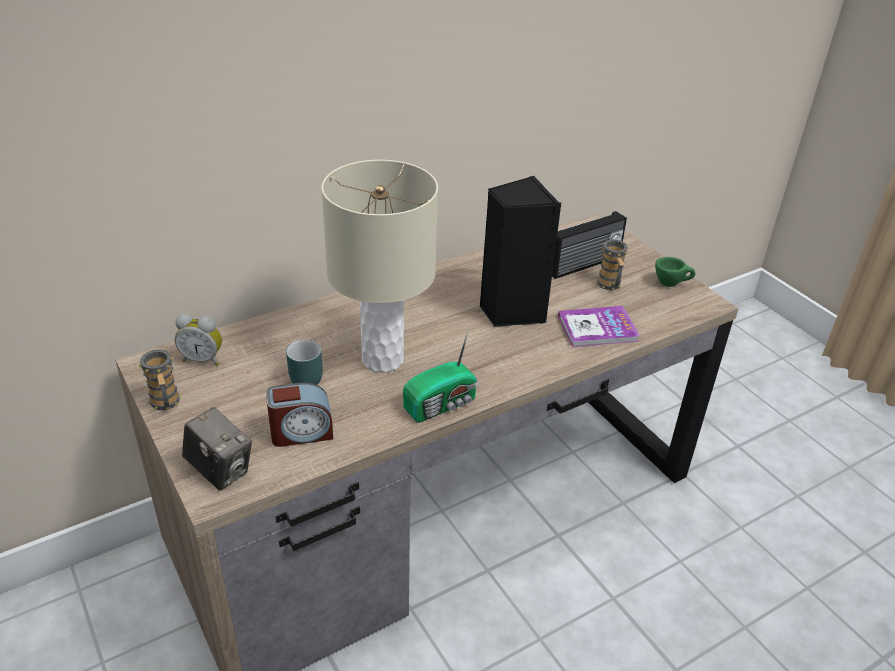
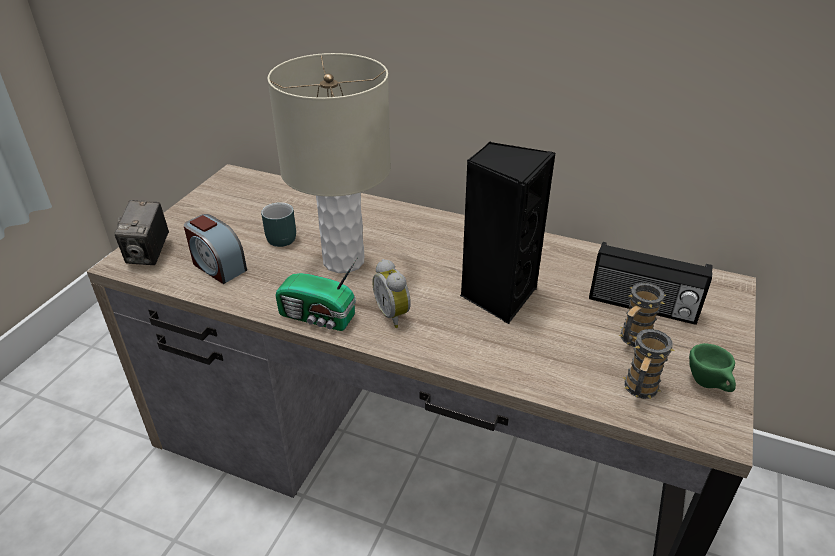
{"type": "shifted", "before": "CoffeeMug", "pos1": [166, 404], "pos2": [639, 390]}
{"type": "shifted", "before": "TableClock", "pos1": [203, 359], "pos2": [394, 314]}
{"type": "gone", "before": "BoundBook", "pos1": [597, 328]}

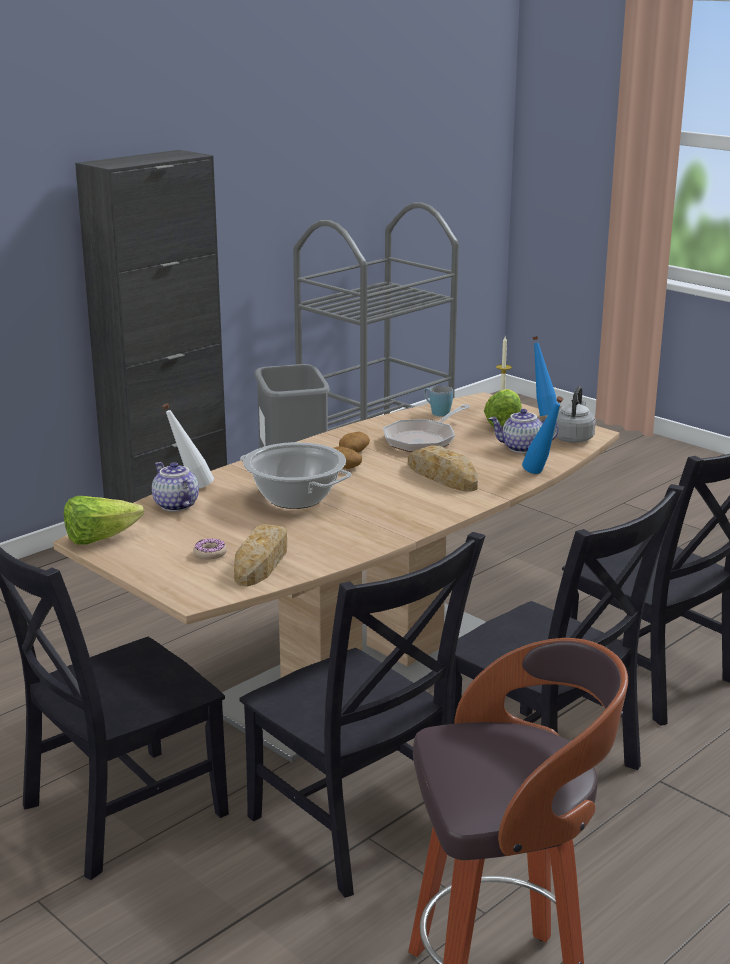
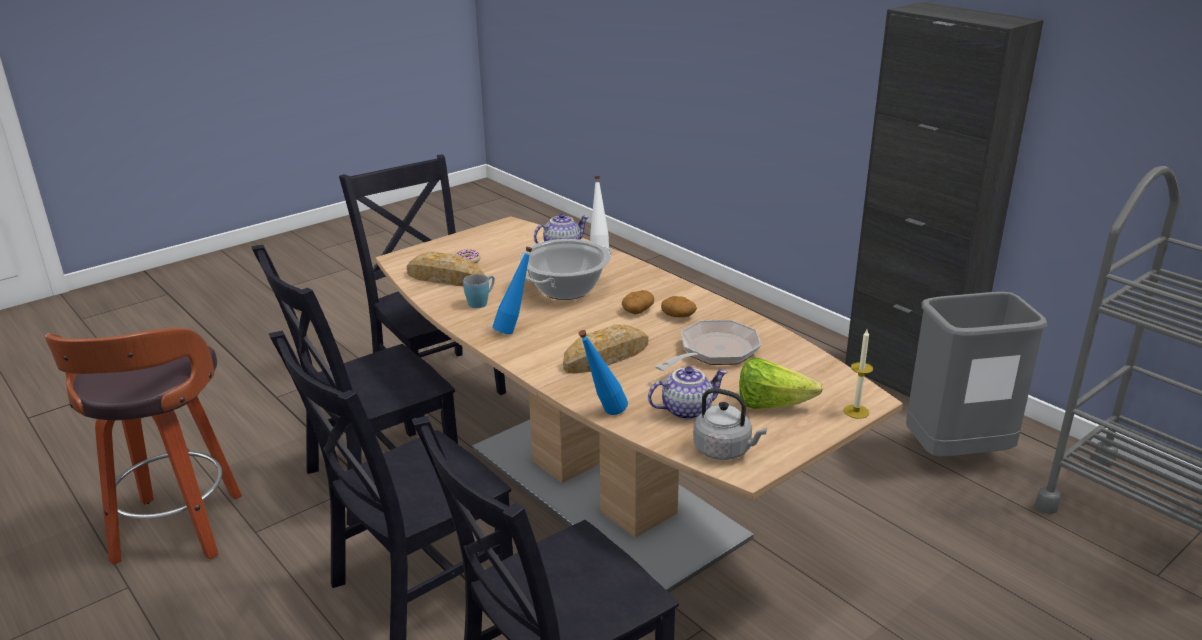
{"type": "gone", "before": "HeadOfLettuce", "pos1": [99, 539]}
{"type": "rotated", "before": "Skillet", "pos1": [423, 439], "pos2": [714, 352], "turn": 90}
{"type": "shifted", "before": "BluishCoffeeMug", "pos1": [436, 412], "pos2": [481, 302]}
{"type": "rotated", "before": "PotForTea", "pos1": [521, 448], "pos2": [687, 409], "turn": 60}
{"type": "shifted", "before": "BluishBeverageBottle", "pos1": [542, 414], "pos2": [514, 330]}

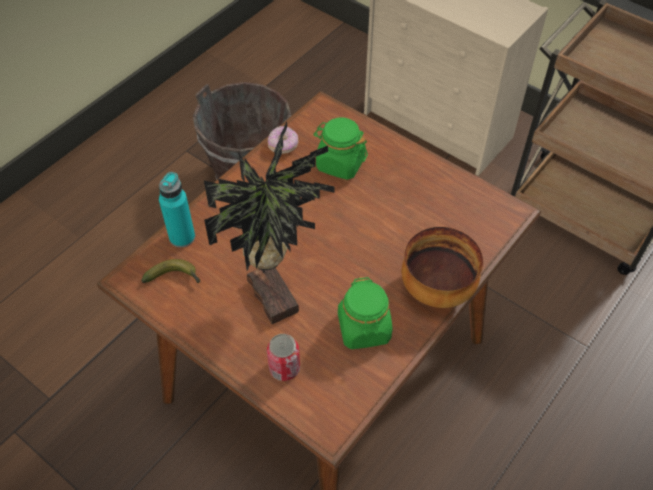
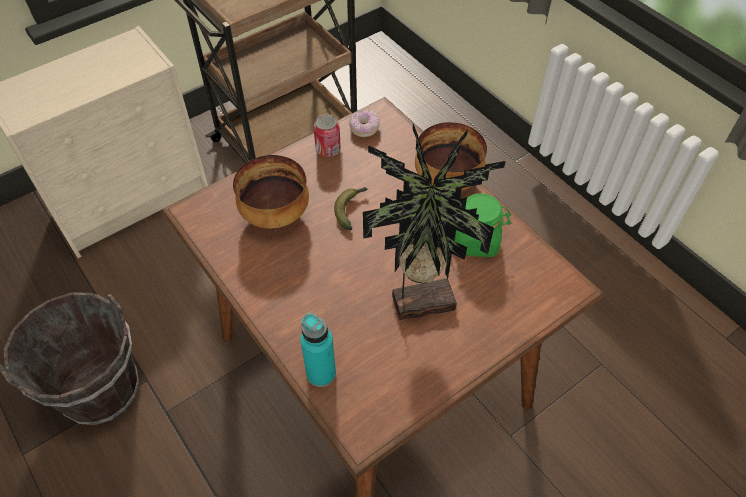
{"type": "shifted", "before": "Banana", "pos1": [175, 277], "pos2": [351, 209]}
{"type": "shifted", "before": "MetalCan", "pos1": [284, 368], "pos2": [328, 149]}
{"type": "shifted", "before": "Doughnut", "pos1": [283, 145], "pos2": [364, 128]}
{"type": "swapped", "before": "GreenColouredPreserveJar", "after": "DeepDish", "pos1": [340, 163], "pos2": [275, 214]}

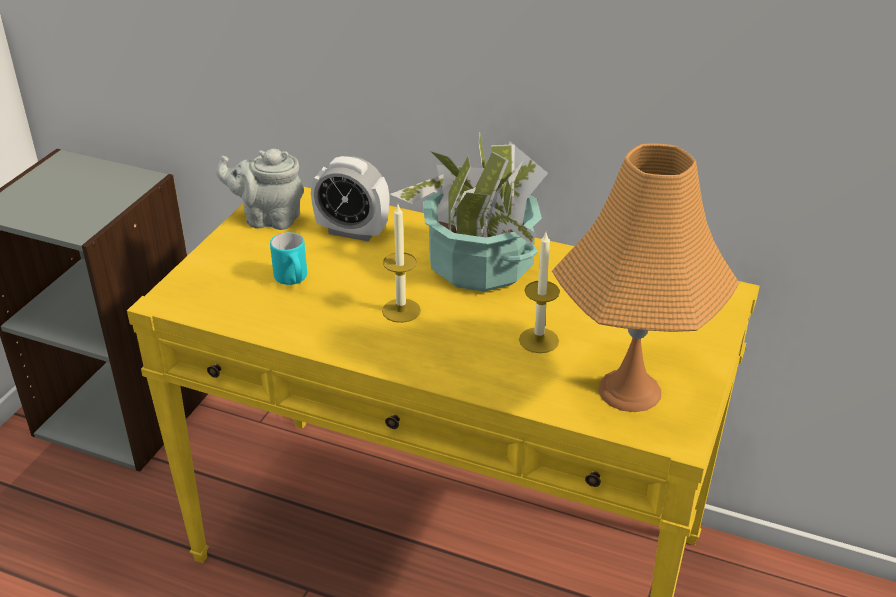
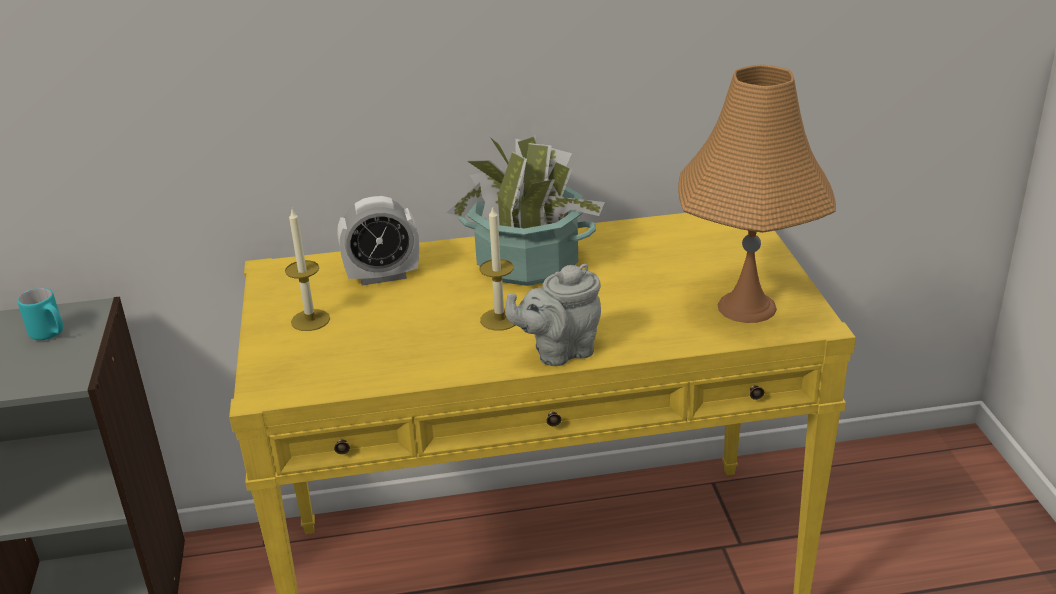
{"type": "shifted", "before": "GreyishPotForTea", "pos1": [268, 218], "pos2": [559, 351]}
{"type": "shifted", "before": "BlueGreenCoffeeMug", "pos1": [293, 280], "pos2": [50, 334]}
{"type": "shifted", "before": "WaxCandle", "pos1": [538, 340], "pos2": [310, 320]}

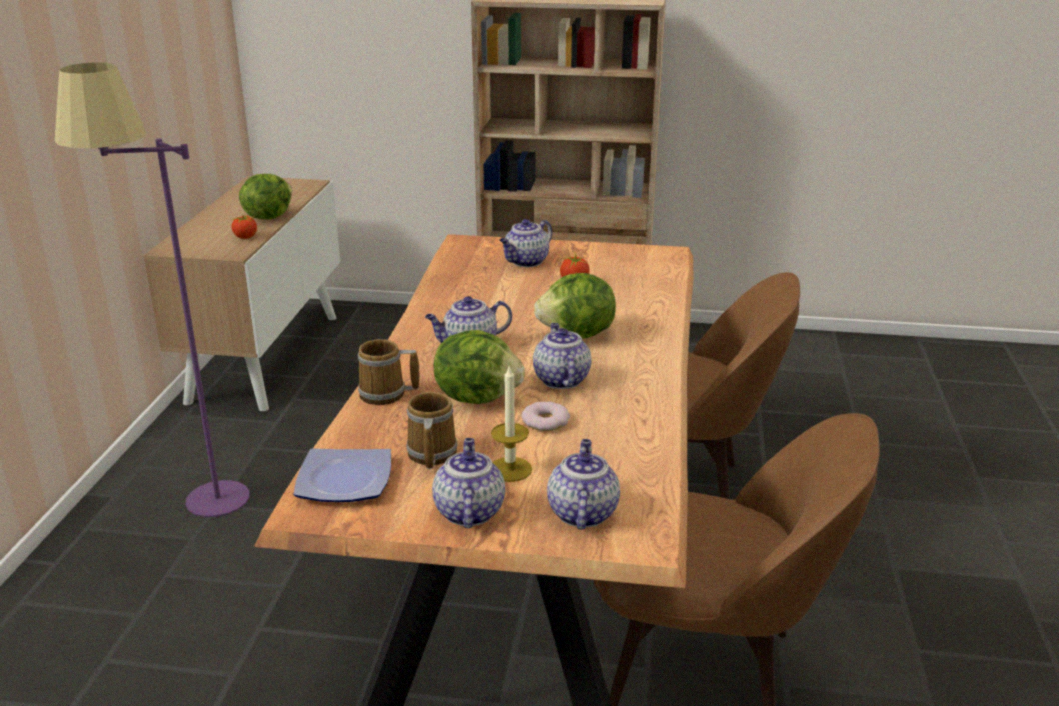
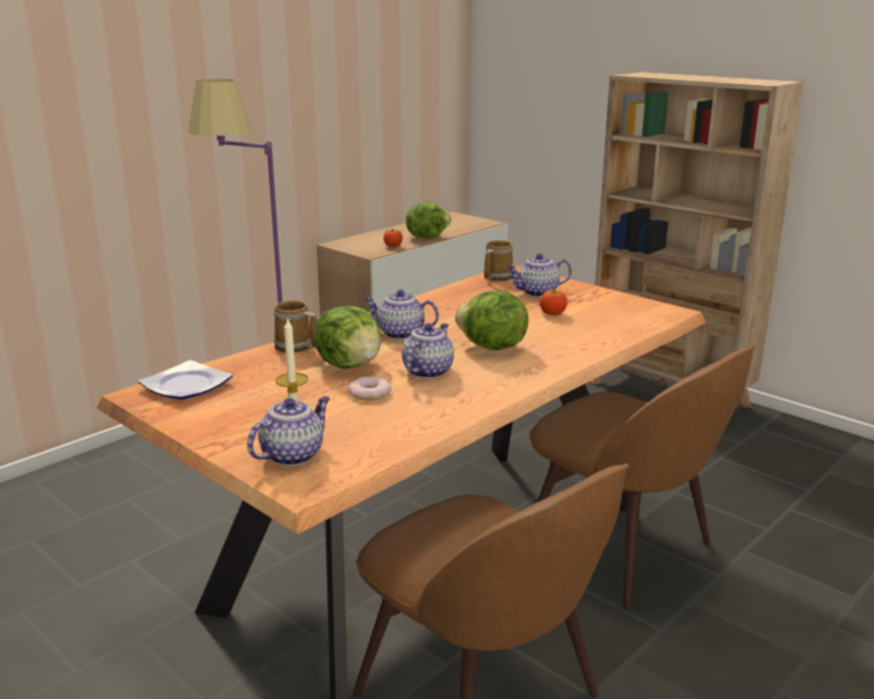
{"type": "shifted", "before": "CoffeeMug", "pos1": [430, 454], "pos2": [496, 277]}
{"type": "gone", "before": "PotForTea", "pos1": [468, 511]}

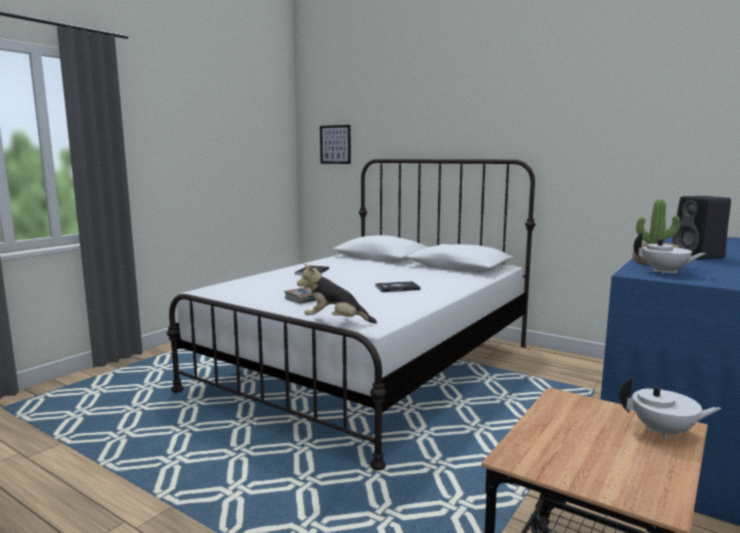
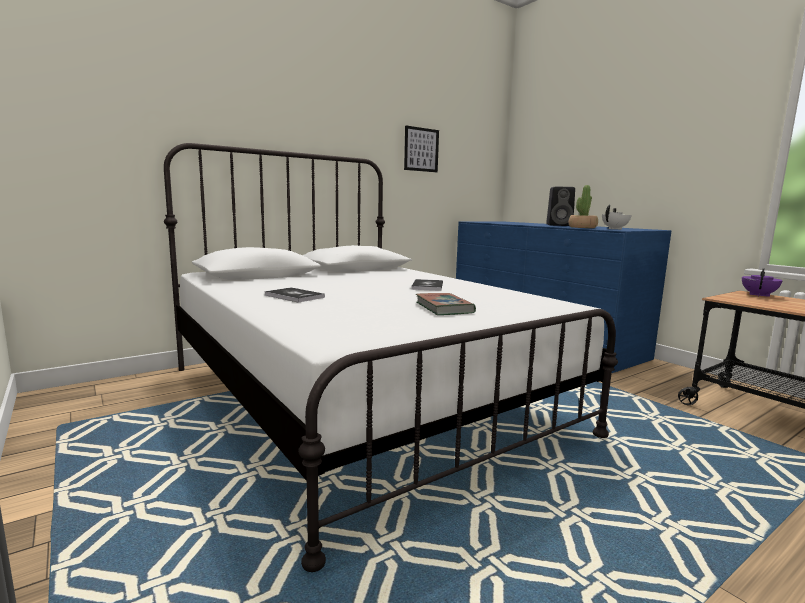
{"type": "gone", "before": "CuddlyToy", "pos1": [335, 321]}
{"type": "shifted", "before": "Picture", "pos1": [335, 144], "pos2": [421, 149]}
{"type": "repainted", "before": "WhitishPotForTea", "after": "PurpleColouredPotForTea", "pos1": [664, 432], "pos2": [759, 295]}

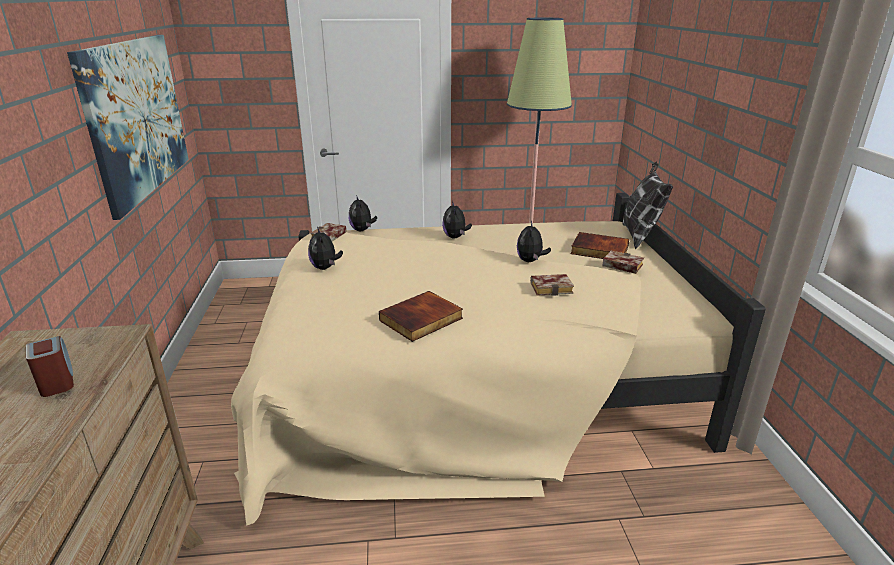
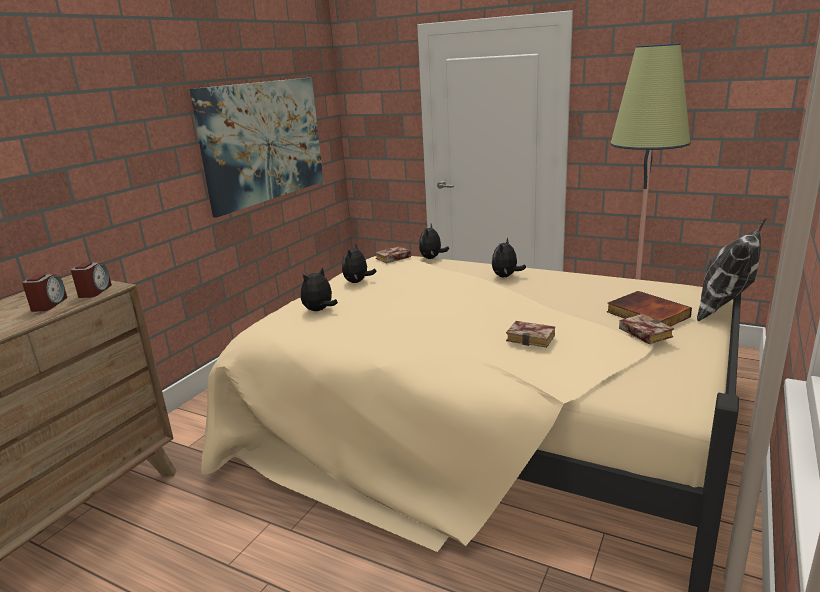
{"type": "gone", "before": "BoundBook", "pos1": [421, 320]}
{"type": "shifted", "before": "CuddlyToy", "pos1": [530, 261], "pos2": [319, 310]}
{"type": "new", "after": "TableClock", "pos2": [94, 291]}

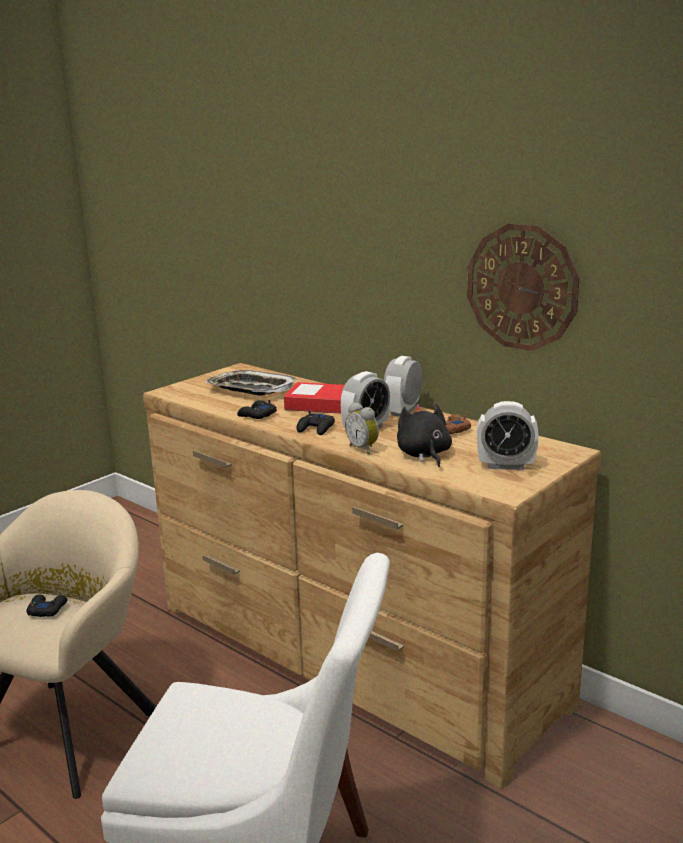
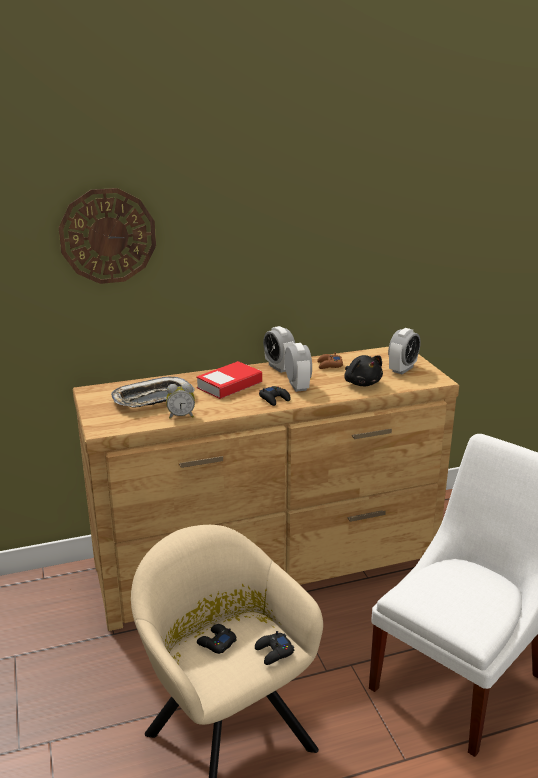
{"type": "shifted", "before": "BlackJoypad", "pos1": [257, 415], "pos2": [274, 652]}
{"type": "shifted", "before": "TableClock", "pos1": [364, 448], "pos2": [181, 416]}
{"type": "rotated", "before": "BlackCuddlyToy", "pos1": [424, 455], "pos2": [362, 383], "turn": -135}
{"type": "shifted", "before": "ClockOnTheWall", "pos1": [522, 287], "pos2": [108, 236]}

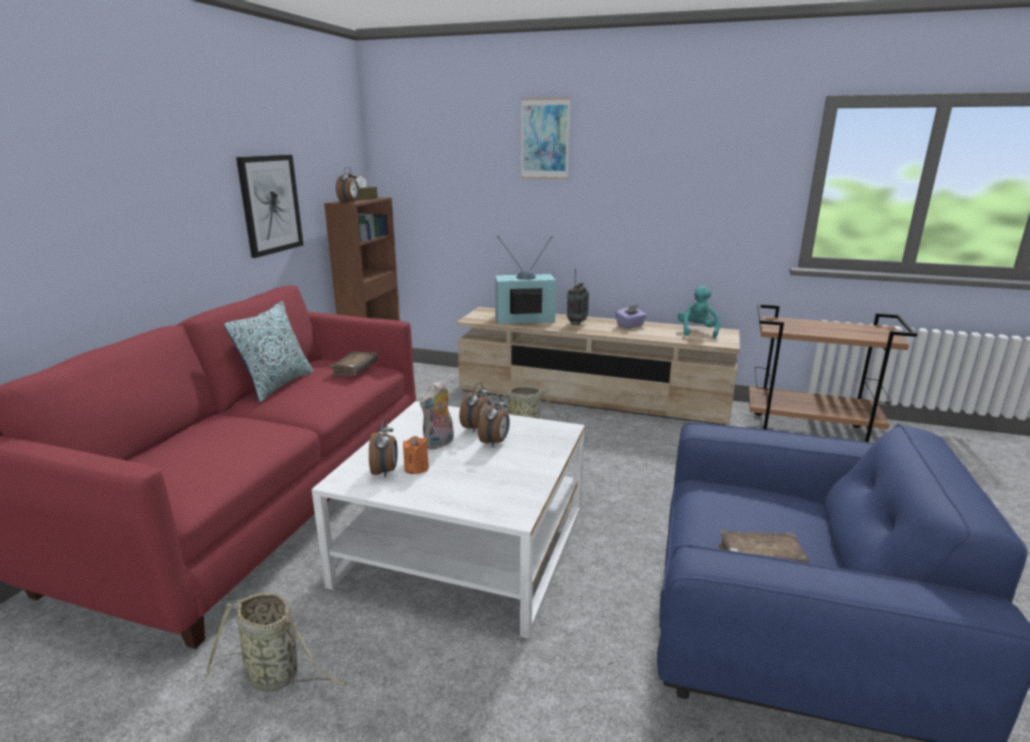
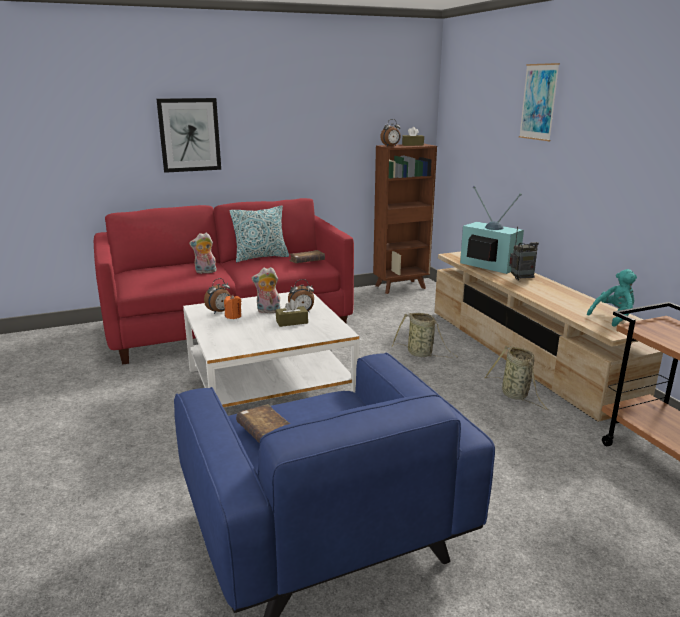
{"type": "shifted", "before": "Basket", "pos1": [277, 677], "pos2": [516, 395]}
{"type": "shifted", "before": "Picture", "pos1": [270, 204], "pos2": [189, 135]}
{"type": "swapped", "before": "TableClock", "after": "BrownTissueBox", "pos1": [495, 442], "pos2": [292, 322]}
{"type": "gone", "before": "PurpleColouredTissueBox", "pos1": [630, 325]}
{"type": "new", "after": "CuddlyToy", "pos2": [205, 272]}

